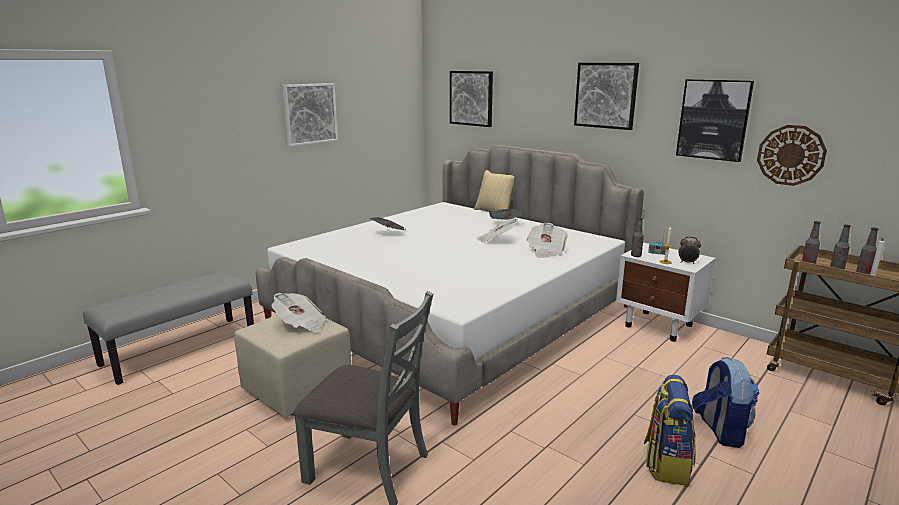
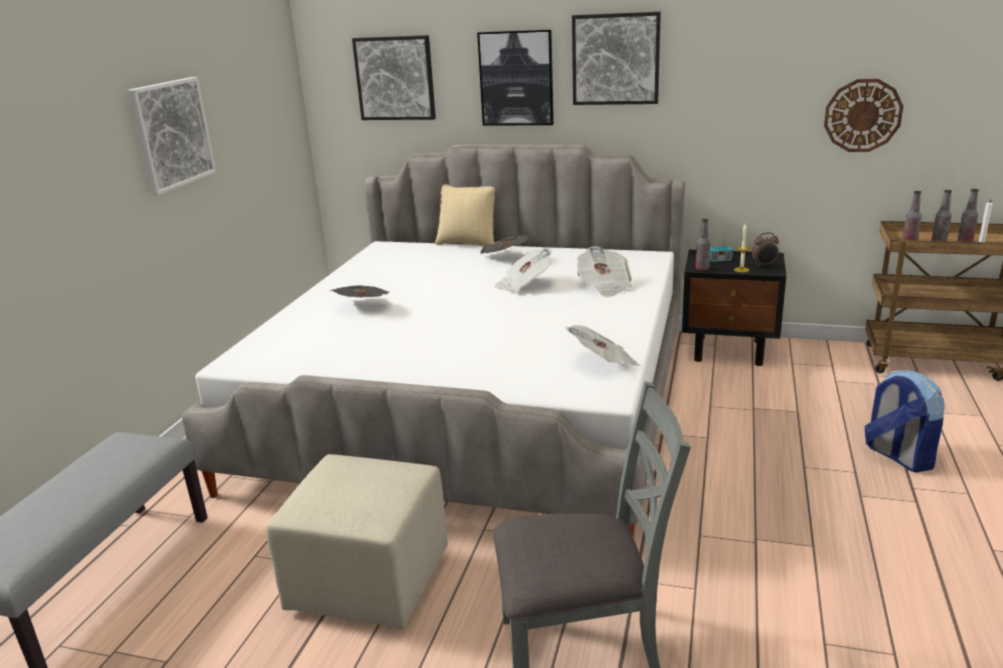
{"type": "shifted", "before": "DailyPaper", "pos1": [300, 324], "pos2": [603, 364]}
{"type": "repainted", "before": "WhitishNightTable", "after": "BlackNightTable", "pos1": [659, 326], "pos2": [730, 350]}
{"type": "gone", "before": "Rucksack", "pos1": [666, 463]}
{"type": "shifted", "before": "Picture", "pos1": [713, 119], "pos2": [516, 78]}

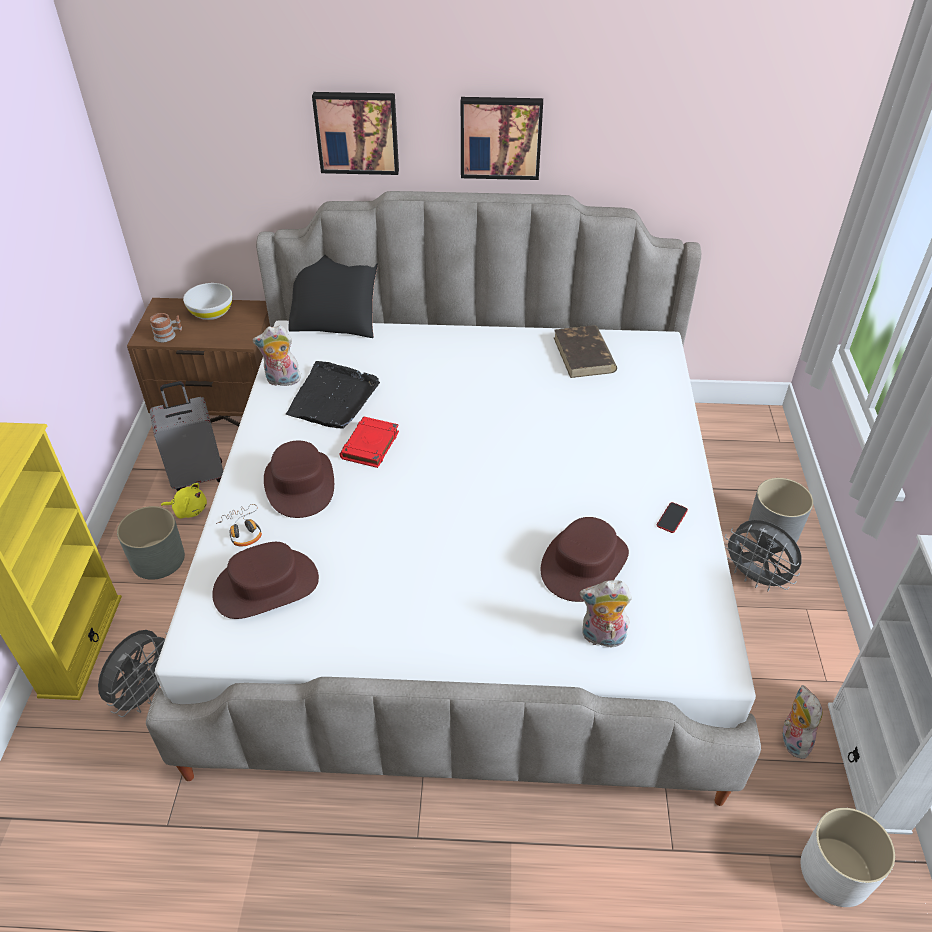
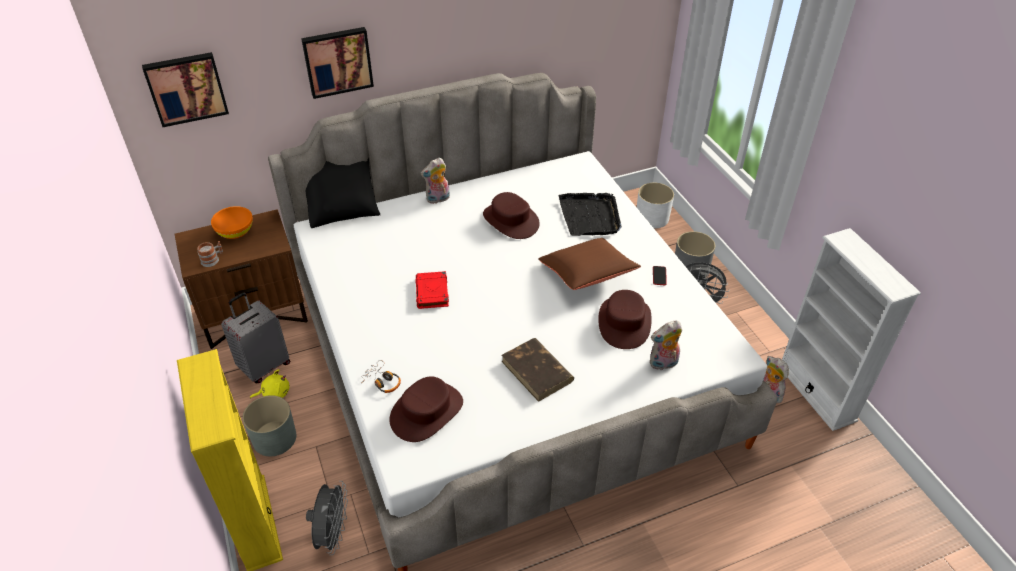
{"type": "repainted", "before": "WhitishDeepDish", "after": "OrangeColouredDeepDish", "pos1": [211, 312], "pos2": [235, 231]}
{"type": "shifted", "before": "CuddlyToy", "pos1": [282, 381], "pos2": [438, 199]}
{"type": "shifted", "before": "BrownHat", "pos1": [299, 484], "pos2": [510, 220]}
{"type": "shifted", "before": "BlackTray", "pos1": [333, 398], "pos2": [590, 216]}
{"type": "shifted", "before": "Picture", "pos1": [500, 137], "pos2": [186, 88]}
{"type": "shifted", "before": "BrownBoundBook", "pos1": [584, 355], "pos2": [537, 371]}
{"type": "shifted", "before": "WhitishPlanter", "pos1": [836, 872], "pos2": [652, 218]}
{"type": "new", "after": "BrownCushion", "pos2": [587, 274]}

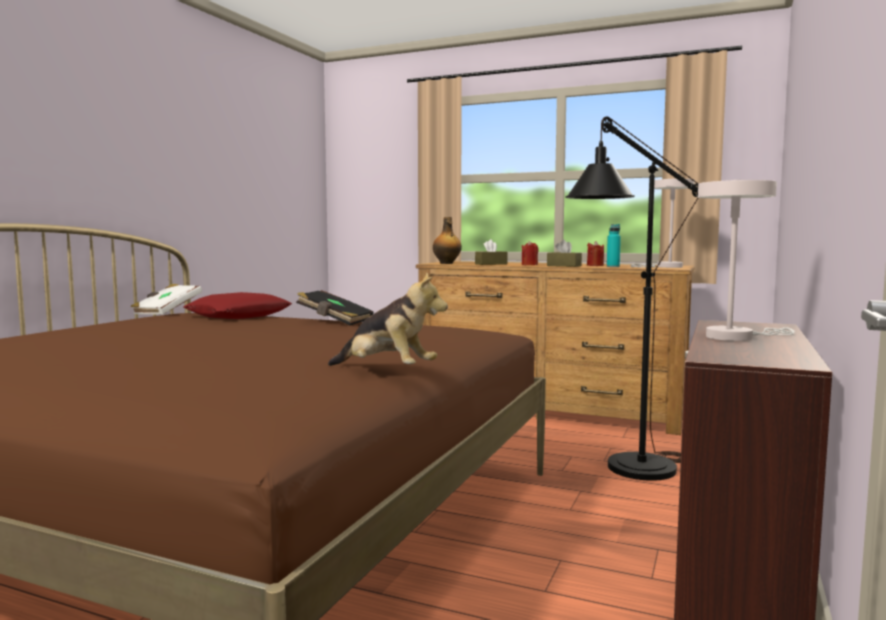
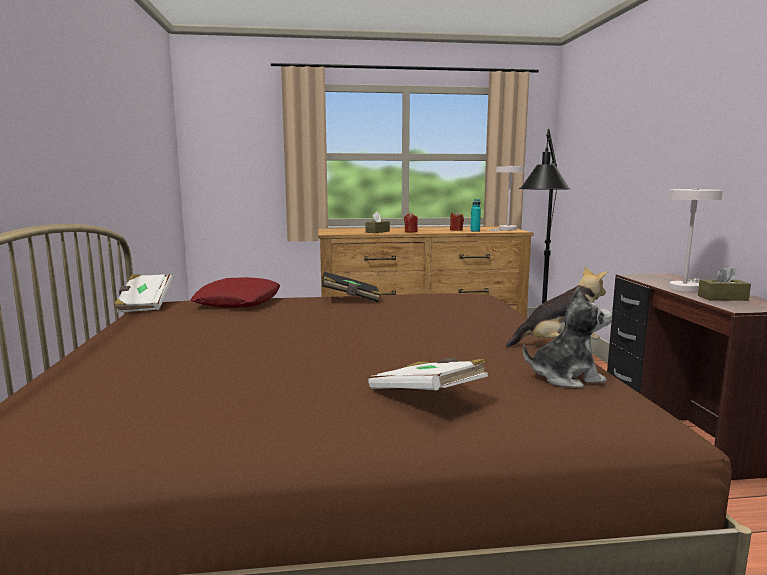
{"type": "gone", "before": "BeverageBottle", "pos1": [446, 263]}
{"type": "shifted", "before": "BrownTissueBox", "pos1": [564, 266], "pos2": [722, 298]}
{"type": "new", "after": "WhitishBoundBook", "pos2": [427, 397]}
{"type": "new", "after": "CuddlyToy", "pos2": [565, 377]}

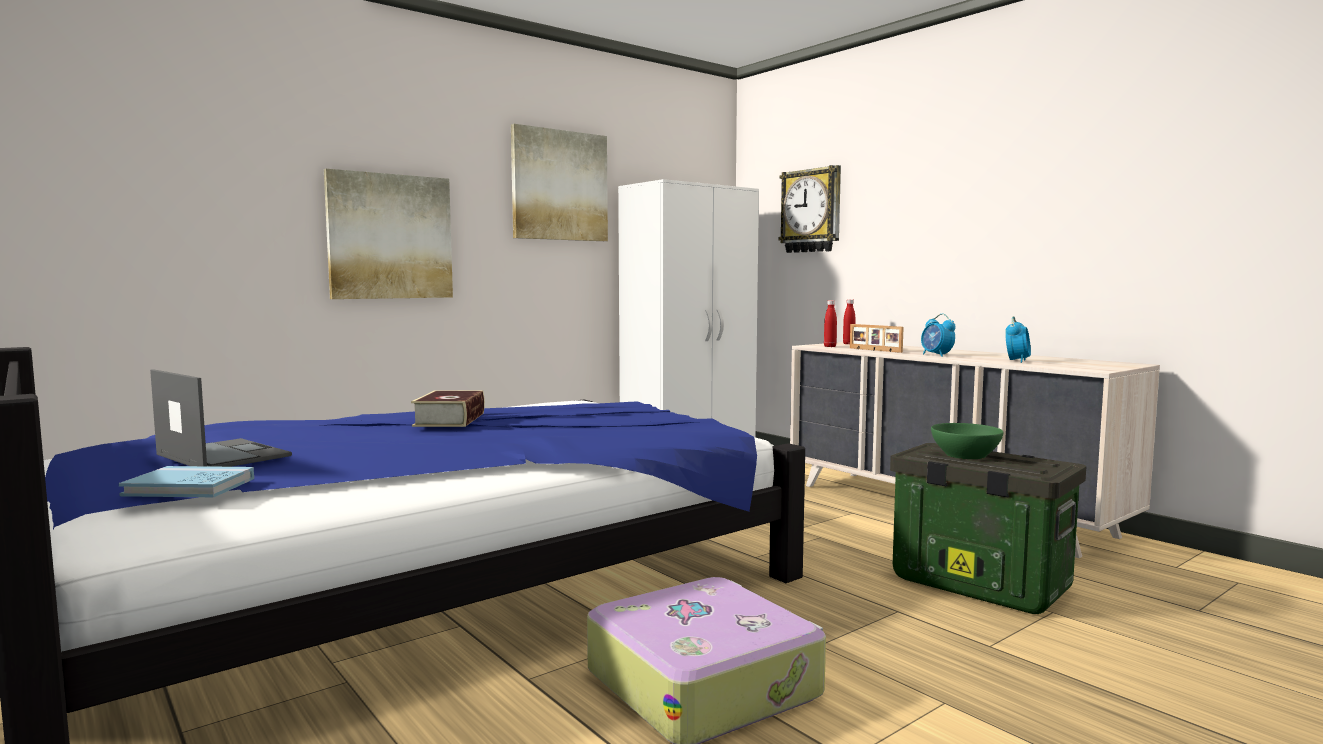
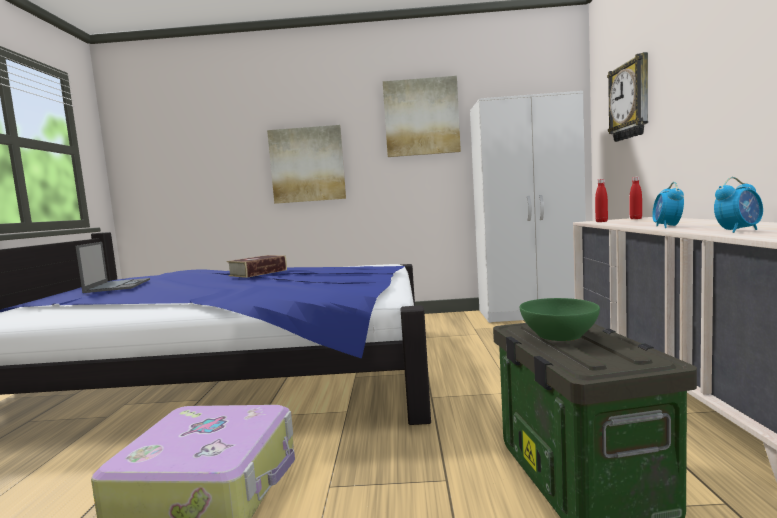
{"type": "gone", "before": "BluishBoundBook", "pos1": [189, 487]}
{"type": "gone", "before": "PhotoFrame", "pos1": [874, 350]}

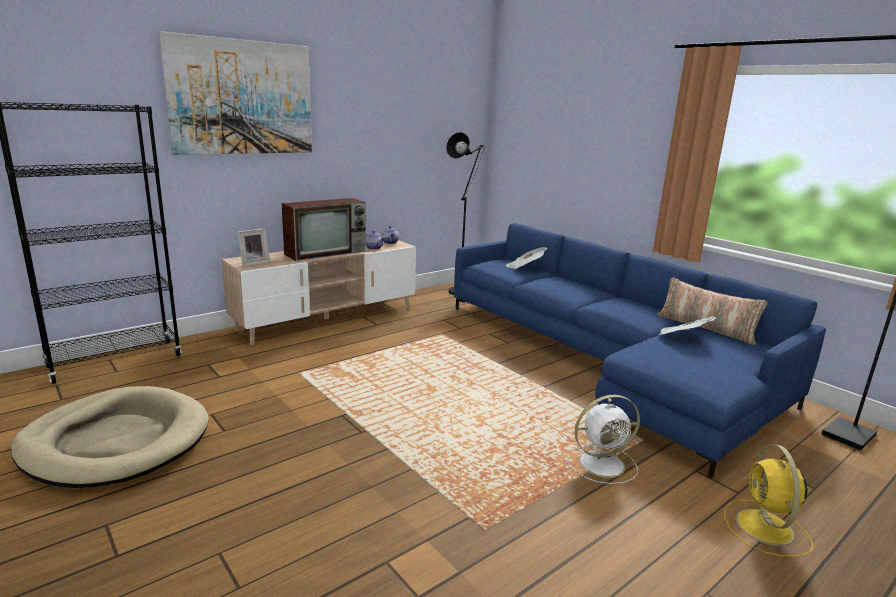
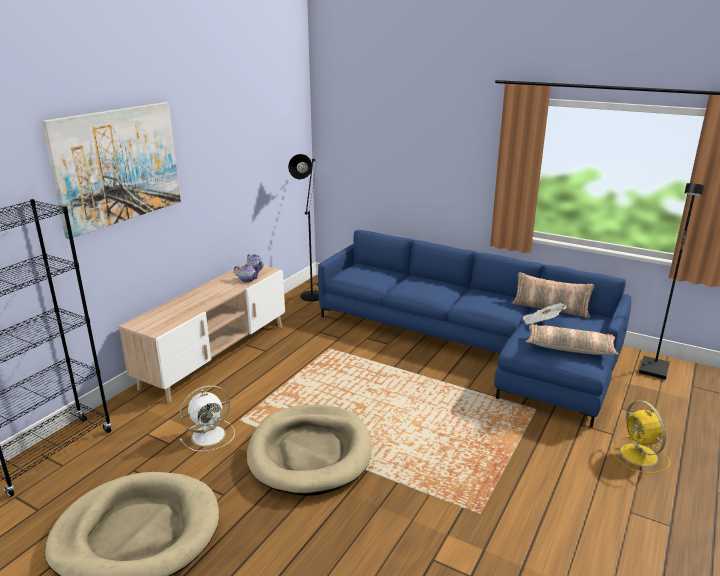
{"type": "gone", "before": "PhotoFrame", "pos1": [254, 263]}
{"type": "gone", "before": "TvSet", "pos1": [327, 252]}
{"type": "gone", "before": "DailyPaper", "pos1": [525, 268]}
{"type": "shifted", "before": "WhitishElectricFan", "pos1": [603, 463], "pos2": [210, 435]}
{"type": "new", "after": "SandColouredDogBed", "pos2": [310, 452]}
{"type": "new", "after": "Cushion", "pos2": [569, 347]}

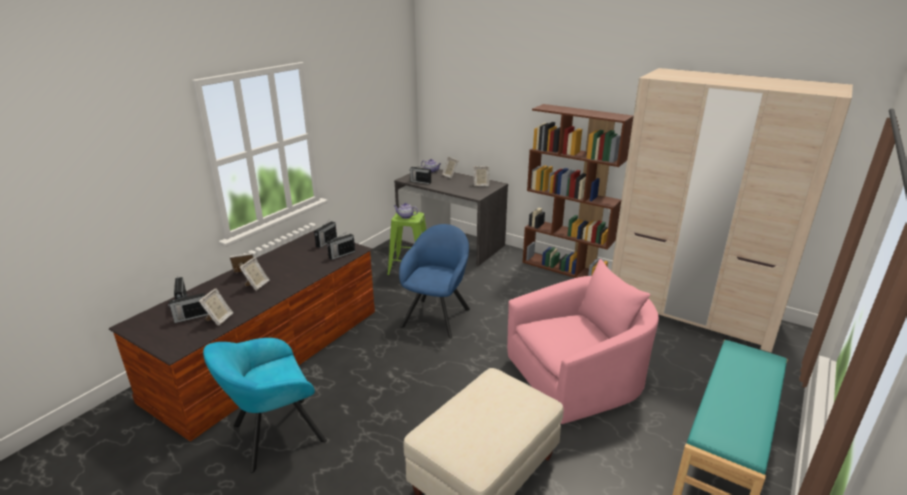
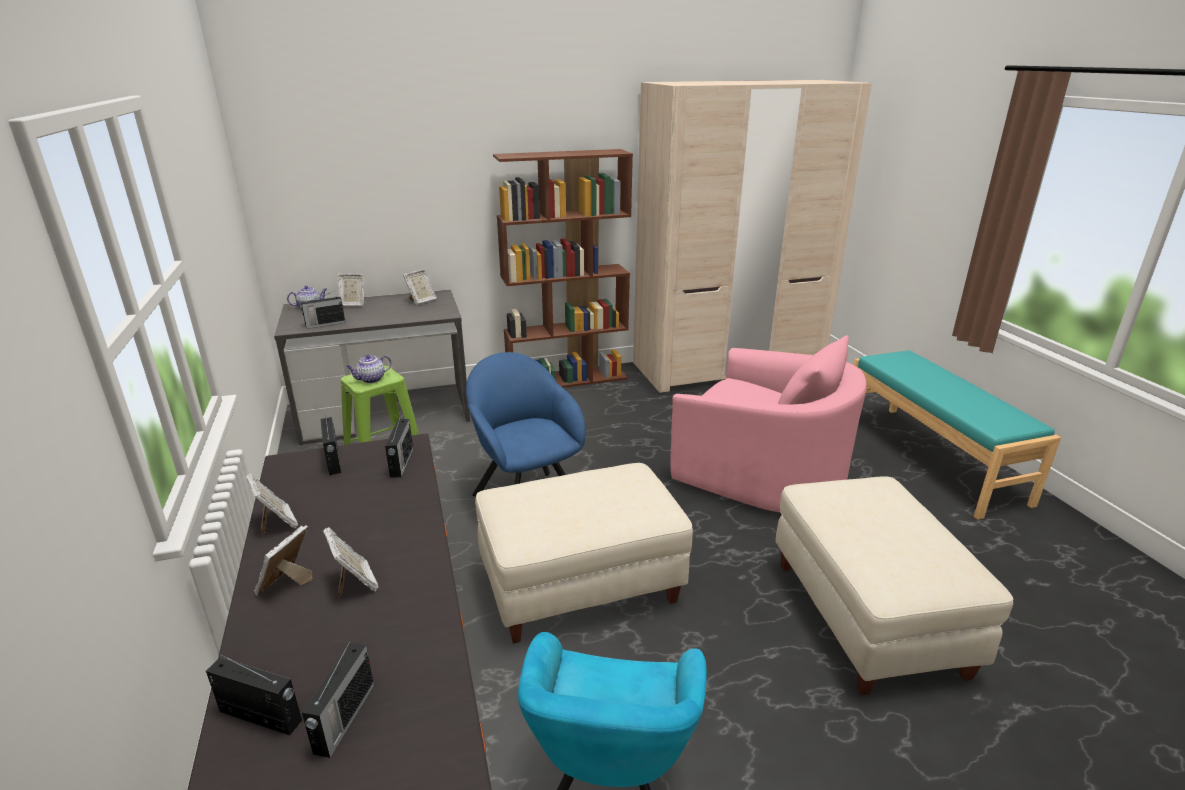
{"type": "shifted", "before": "PhotoFrame", "pos1": [219, 319], "pos2": [277, 523]}
{"type": "rotated", "before": "PinkColouredArmchair", "pos1": [578, 378], "pos2": [762, 472], "turn": 105}
{"type": "new", "after": "SandColouredPouffe", "pos2": [580, 585]}

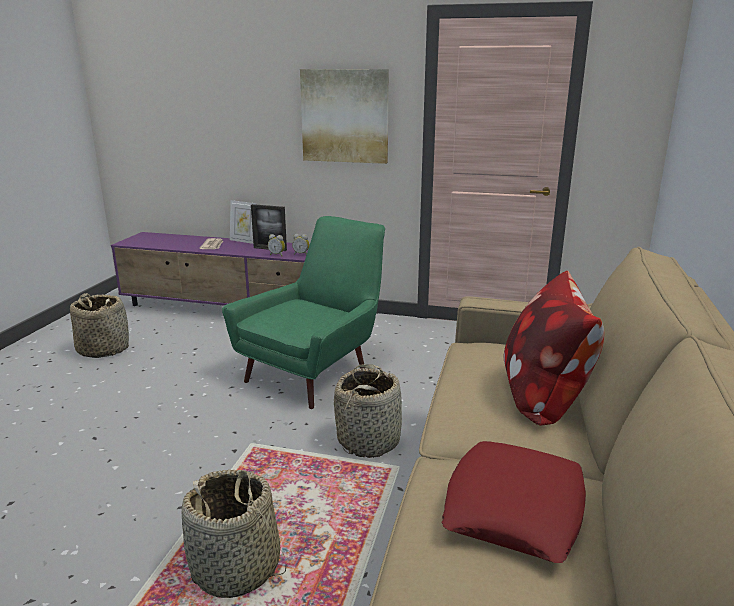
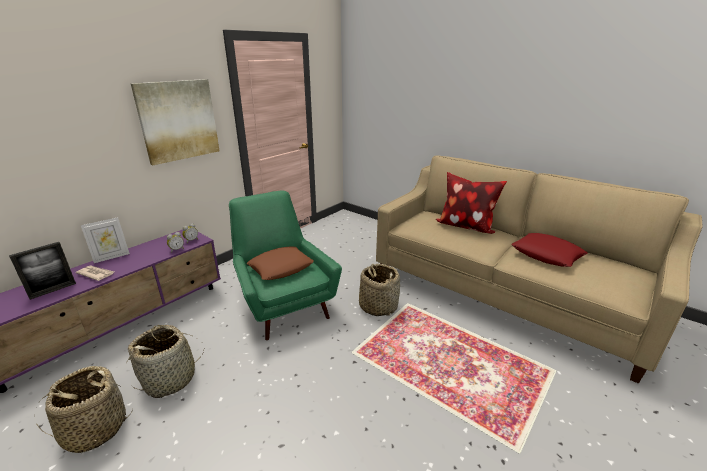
{"type": "shifted", "before": "Basket", "pos1": [236, 569], "pos2": [170, 379]}
{"type": "shifted", "before": "PhotoFrame", "pos1": [270, 249], "pos2": [53, 290]}
{"type": "new", "after": "BrownCushion", "pos2": [281, 267]}

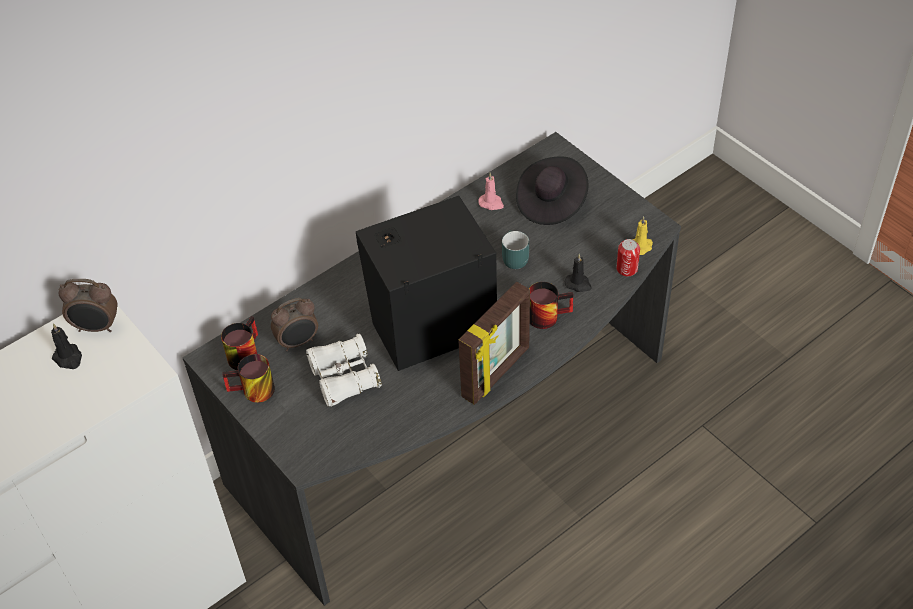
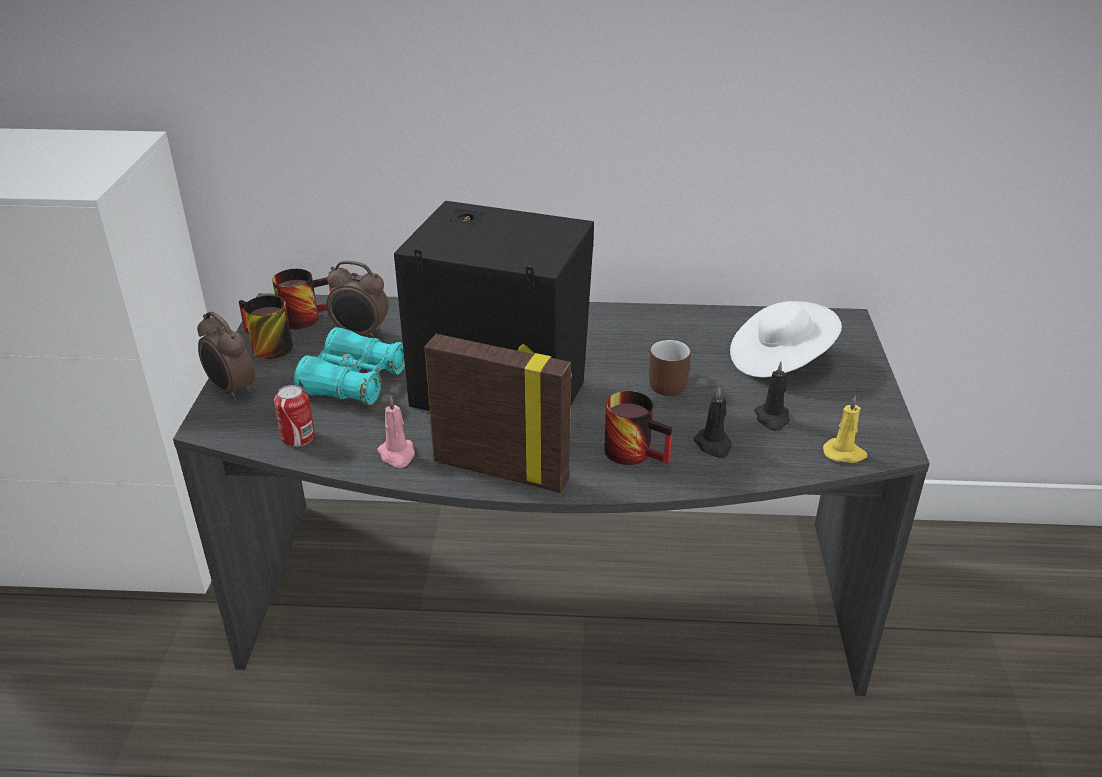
{"type": "shifted", "before": "BlackWaxCandle", "pos1": [68, 358], "pos2": [772, 419]}
{"type": "shifted", "before": "TableClock", "pos1": [97, 327], "pos2": [231, 391]}
{"type": "repainted", "before": "WhitishBinoculars", "after": "BlueGreenBinoculars", "pos1": [344, 377], "pos2": [354, 382]}
{"type": "rotated", "before": "PhotoFrame", "pos1": [497, 373], "pos2": [502, 469], "turn": -150}
{"type": "shifted", "before": "PinkColouredWaxCandle", "pos1": [491, 203], "pos2": [397, 455]}
{"type": "repainted", "before": "BlueGreenCoffeeMug", "after": "BrownCoffeeMug", "pos1": [512, 258], "pos2": [668, 382]}
{"type": "repainted", "before": "BlackHat", "after": "WhitishHat", "pos1": [551, 202], "pos2": [779, 360]}
{"type": "shifted", "before": "MetalCan", "pos1": [627, 269], "pos2": [298, 437]}

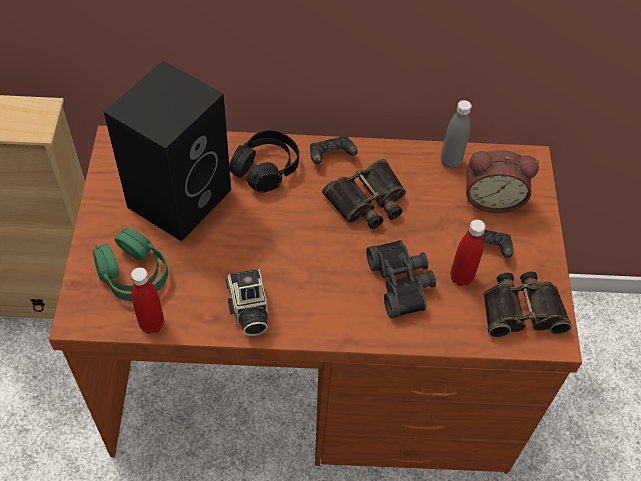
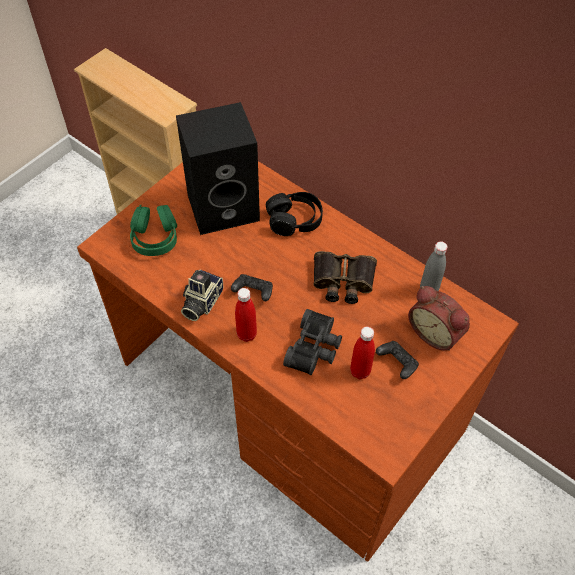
{"type": "shifted", "before": "ReddishBeverageBottle", "pos1": [152, 324], "pos2": [246, 334]}
{"type": "shifted", "before": "BlackJoypad", "pos1": [331, 156], "pos2": [253, 292]}
{"type": "gone", "before": "Binoculars", "pos1": [522, 309]}

